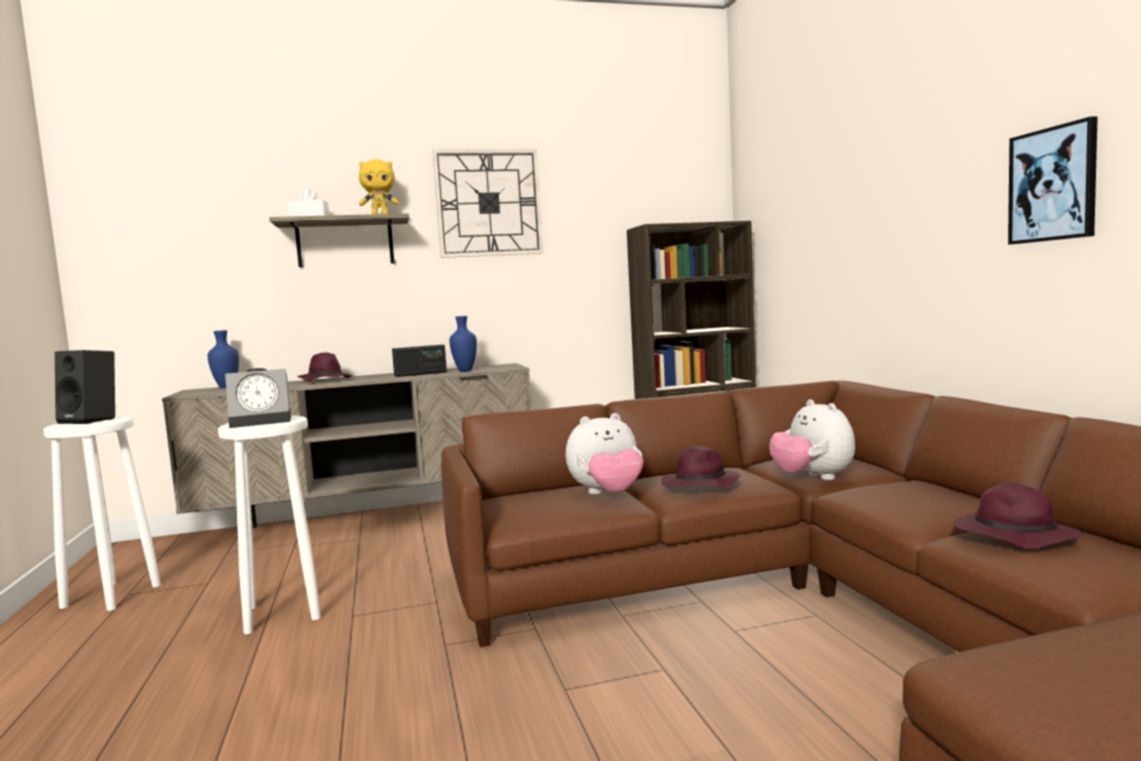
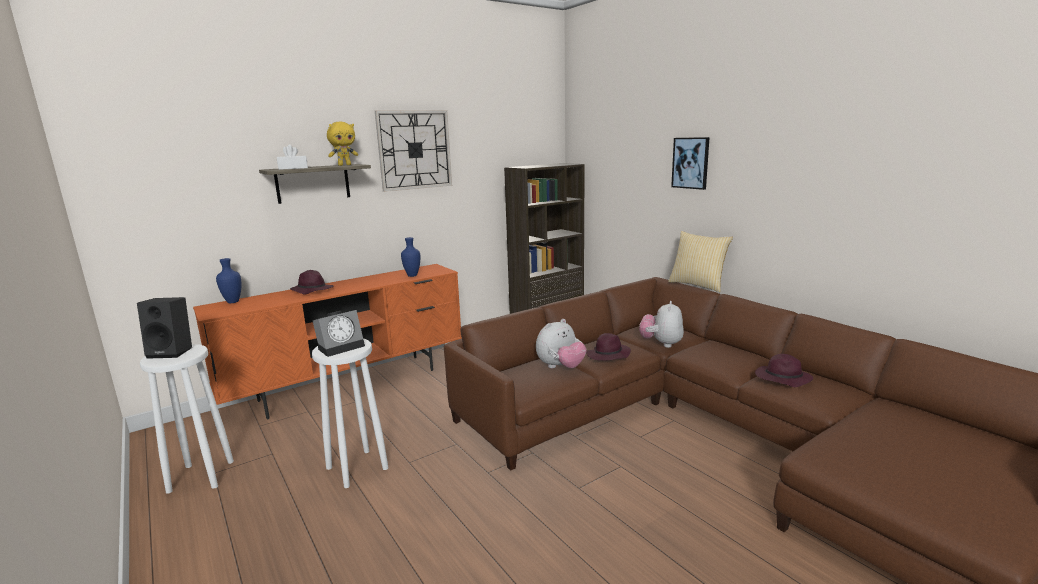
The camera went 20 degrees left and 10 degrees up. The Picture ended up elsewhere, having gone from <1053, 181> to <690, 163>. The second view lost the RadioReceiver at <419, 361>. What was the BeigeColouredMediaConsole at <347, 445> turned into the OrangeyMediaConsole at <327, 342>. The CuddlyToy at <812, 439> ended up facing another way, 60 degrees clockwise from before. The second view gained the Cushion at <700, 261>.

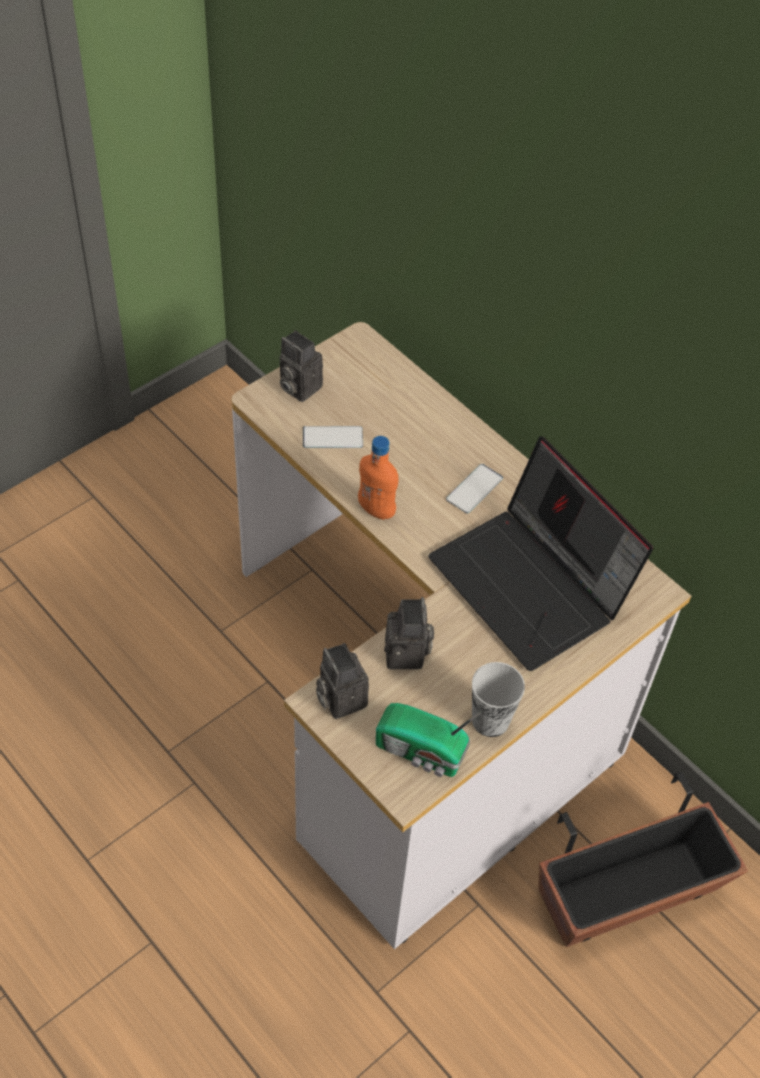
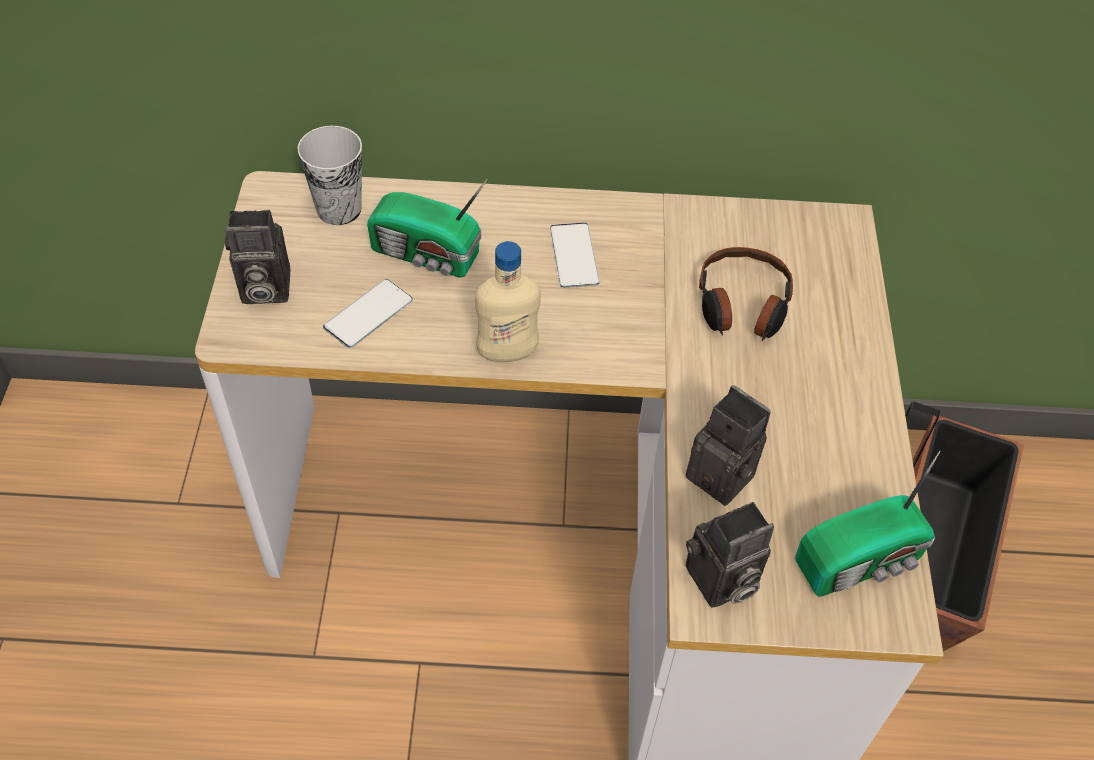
The camera went 45 degrees left and 0 degrees up. What was the OrangeyDrinkBottle at <378, 478> turned into the BeigeColouredDrinkBottle at <508, 301>. Where the PortableComputer stood at <540, 553>, the Headphones came to stand at <746, 294>. The PhotoCamera at <342, 681> ended up facing another way, 45 degrees counterclockwise from before. The Cup ended up elsewhere, having gone from <498, 699> to <330, 175>. The second view gained the RadioReceiver at <427, 228>.

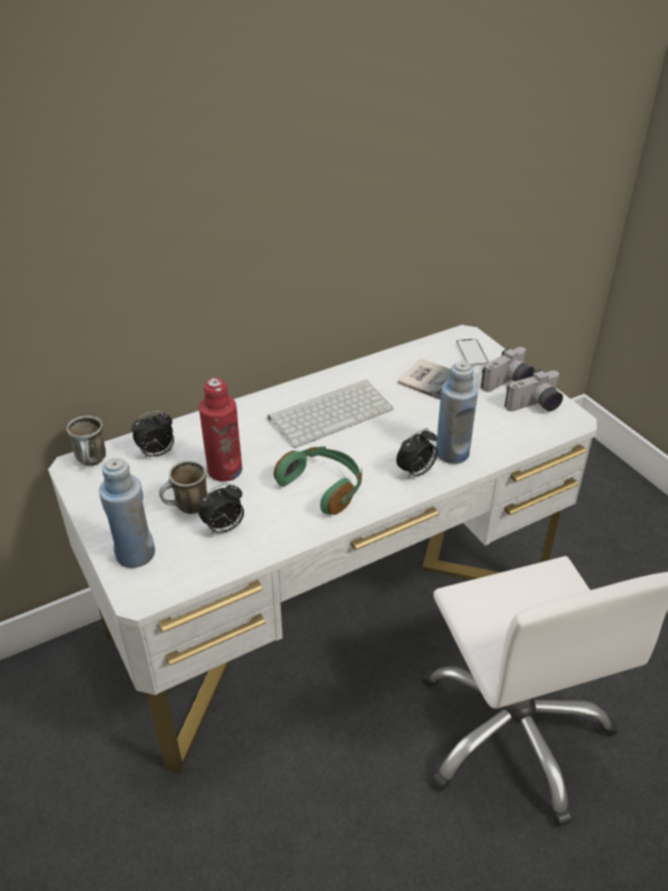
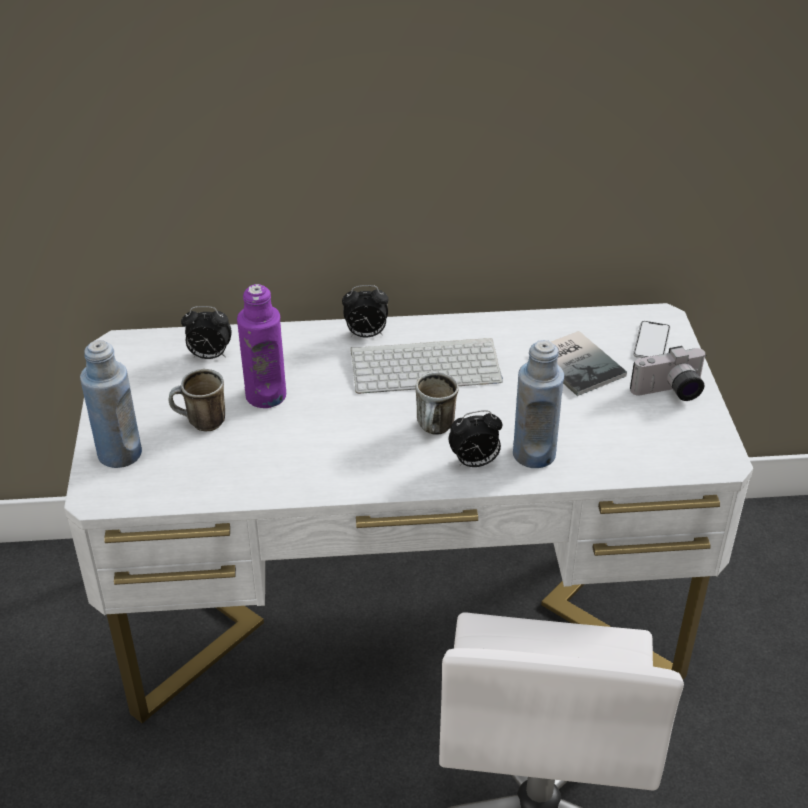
The camera went 25 degrees right and 0 degrees up. The second view lost the PhotoCamera at <534, 391>. What was the RedDrinkBottle at <220, 430> turned into the PurpleColouredDrinkBottle at <261, 346>. The Mug ended up elsewhere, having gone from <86, 441> to <437, 403>. The second view lost the GreenColouredHeadphones at <318, 480>. The AlarmClock ended up elsewhere, having gone from <221, 509> to <365, 311>.

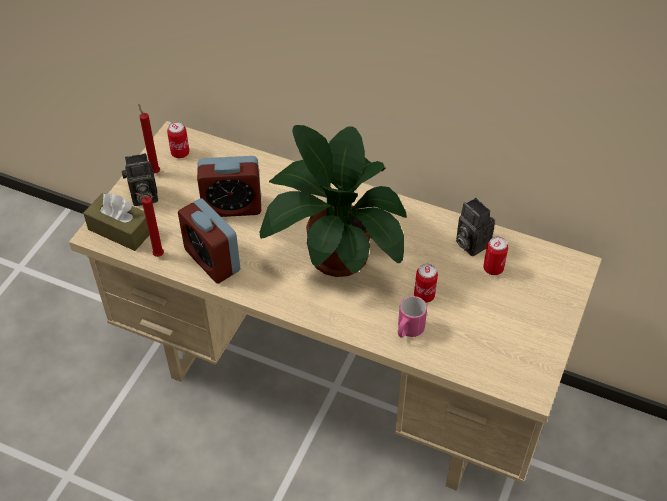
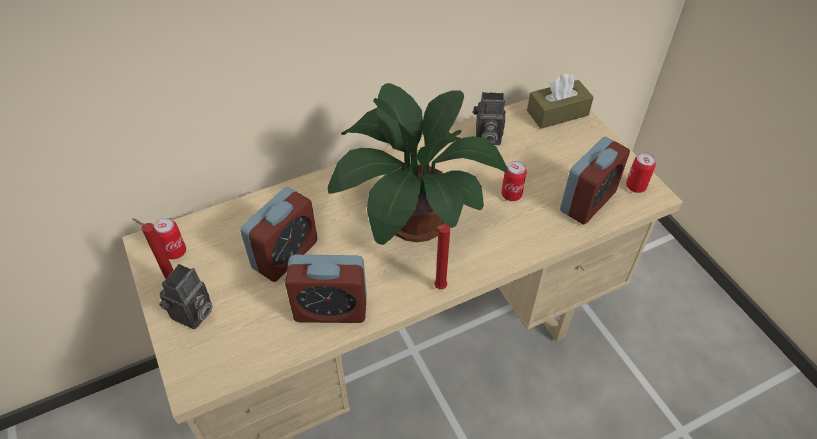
The camera went 50 degrees left and 0 degrees up. The BrownTissueBox ended up elsewhere, having gone from <116, 222> to <560, 101>. The RedWaxLight ended up elsewhere, having gone from <149, 225> to <442, 256>. The Can ended up elsewhere, having gone from <495, 255> to <641, 173>. The second view lost the PinkMug at <412, 317>. The second view gained the AlarmClock at <595, 181>.

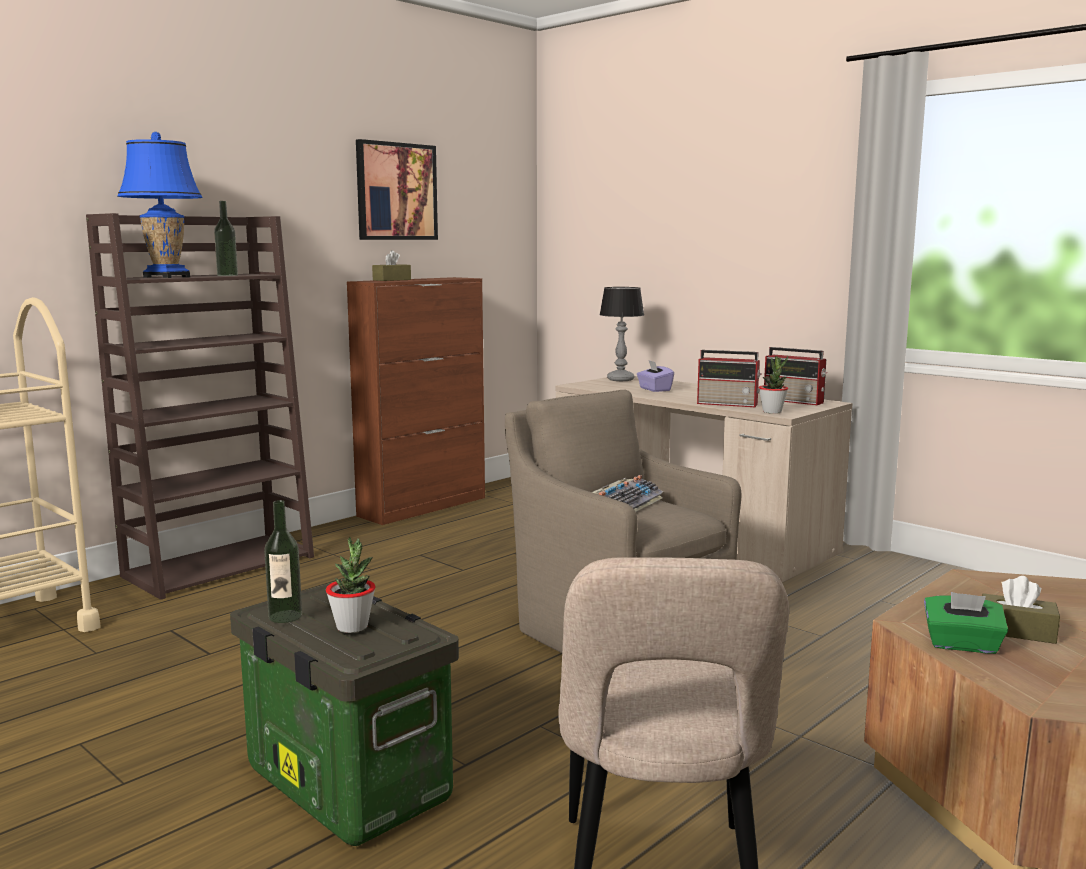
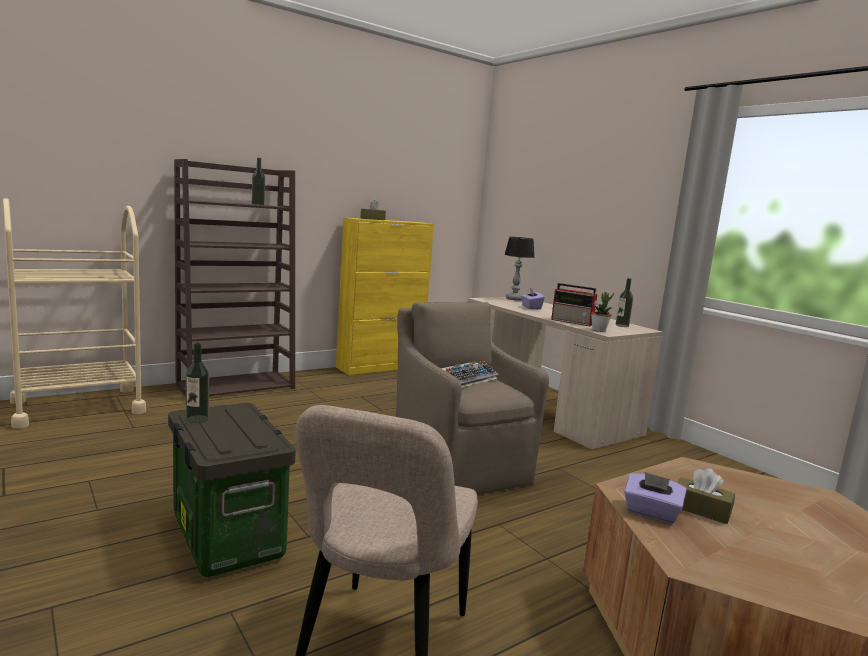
The camera went 10 degrees right and 0 degrees up. The second view lost the BlueColouredTabletopLamp at <160, 205>. The second view lost the Picture at <397, 189>. What was the BrownCabinet at <416, 401> turned into the YellowCabinet at <385, 296>. Where the RadioReceiver stood at <795, 376>, the DrinkBottle came to stand at <624, 302>. The second view lost the Houseplant at <350, 585>. What was the GreenColouredTissueBox at <966, 623> turned into the PurpleColouredTissueBox at <655, 498>.

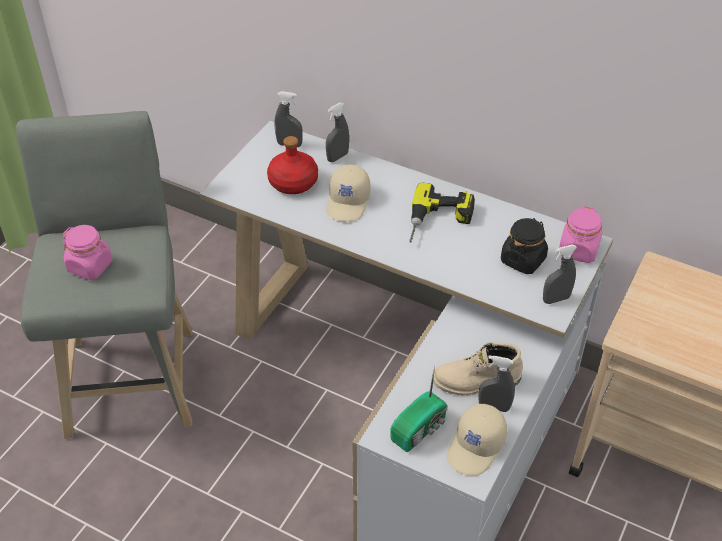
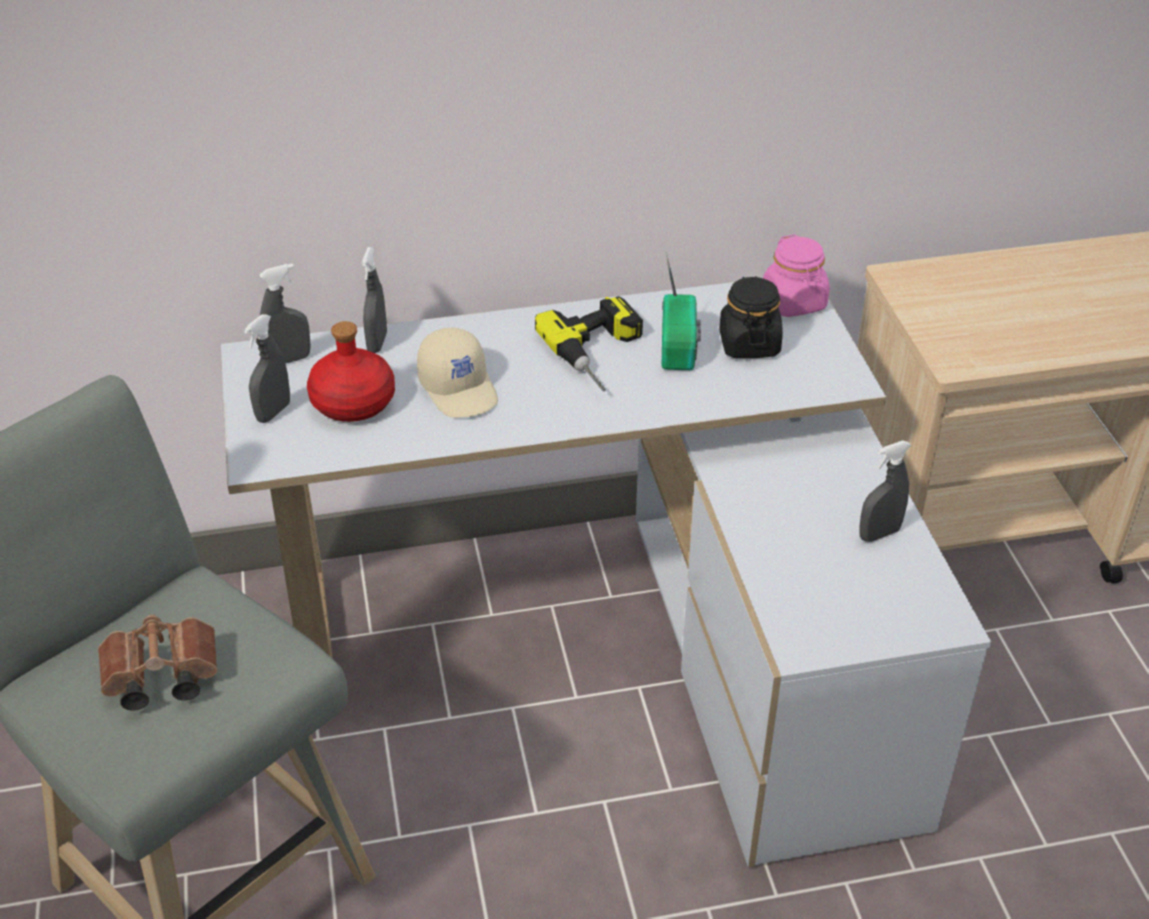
The camera went 40 degrees left and 5 degrees down. Where the PinkStorageJar stood at <87, 252>, the BrownBinoculars came to stand at <157, 662>. The GreyHandSprayer ended up elsewhere, having gone from <560, 274> to <266, 368>. The second view lost the BeigeColouredBoot at <477, 369>. The RadioReceiver ended up elsewhere, having gone from <419, 409> to <681, 311>. The second view lost the BeigeColouredPeakedCap at <477, 439>.

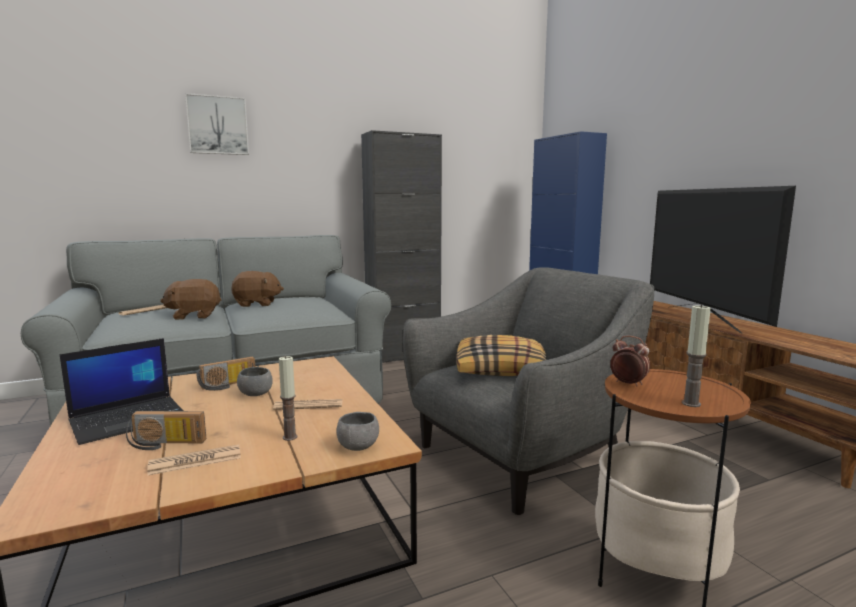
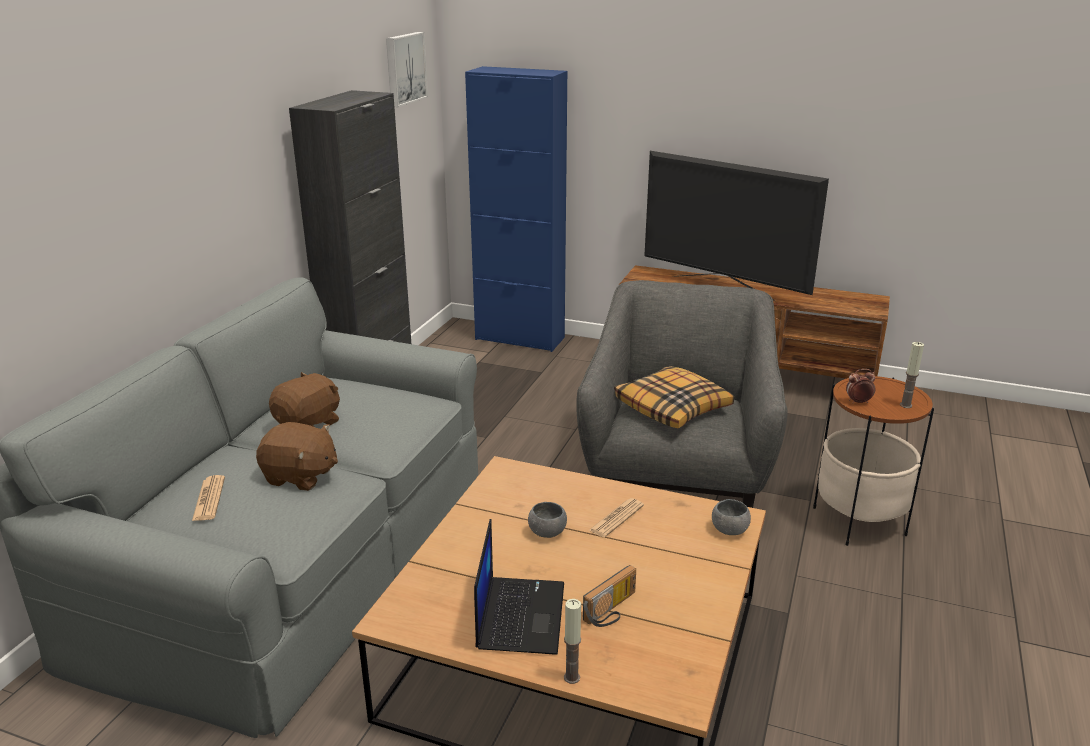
The camera went 45 degrees left and 15 degrees up. The Picture ended up elsewhere, having gone from <217, 124> to <407, 69>. The BrownCuddlyToy at <190, 299> ended up facing another way, 105 degrees counterclockwise from before. The WaxLight ended up elsewhere, having gone from <288, 398> to <572, 641>. The second view lost the RadioReceiver at <225, 373>. The second view lost the Newspaper at <194, 459>.

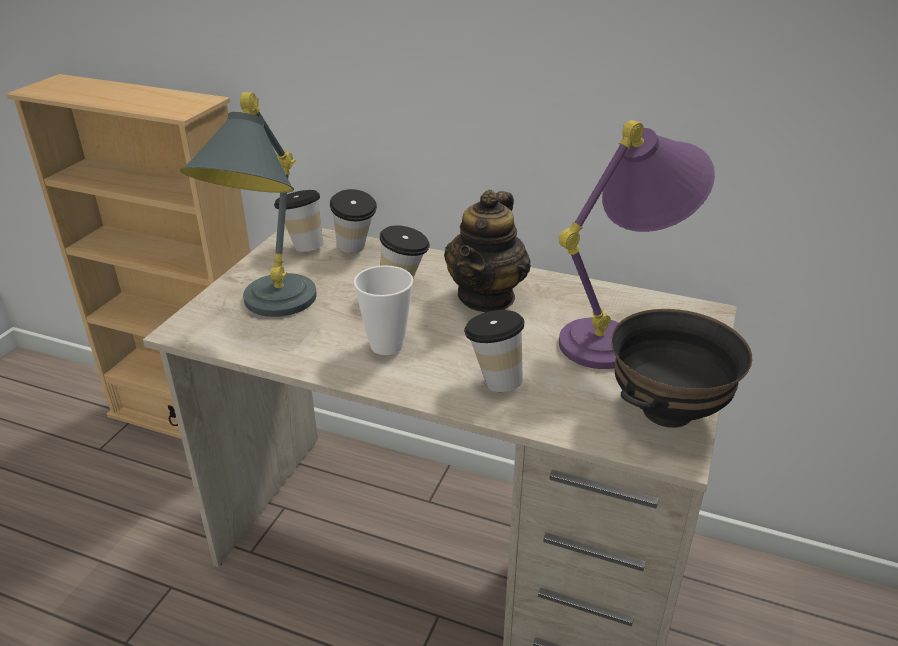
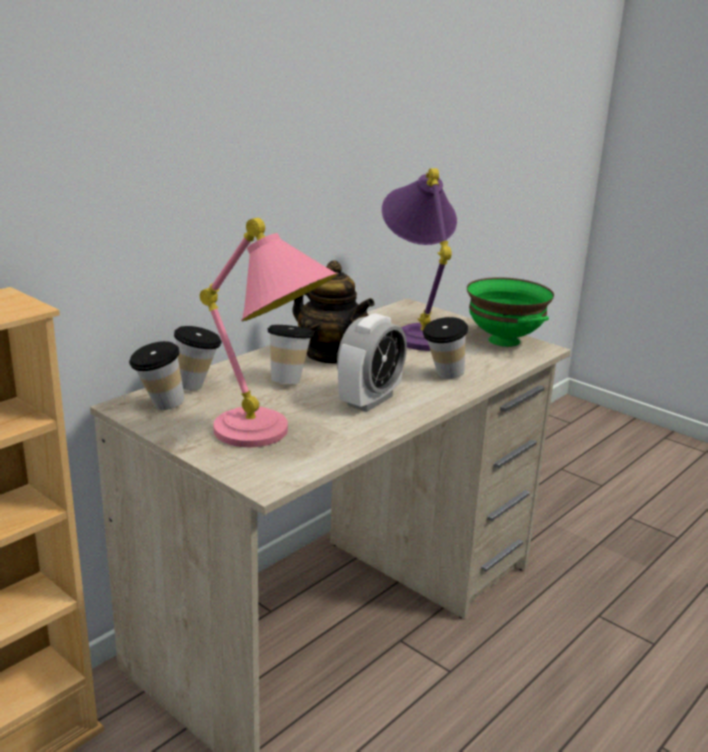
The camera went 70 degrees left and 10 degrees down. What was the GreyTabletopLamp at <248, 204> turned into the PinkTabletopLamp at <269, 332>. Where the Cup stood at <383, 310>, the AlarmClock came to stand at <372, 362>. What was the BlackishDeepDish at <681, 368> turned into the GreenColouredDeepDish at <510, 312>.

